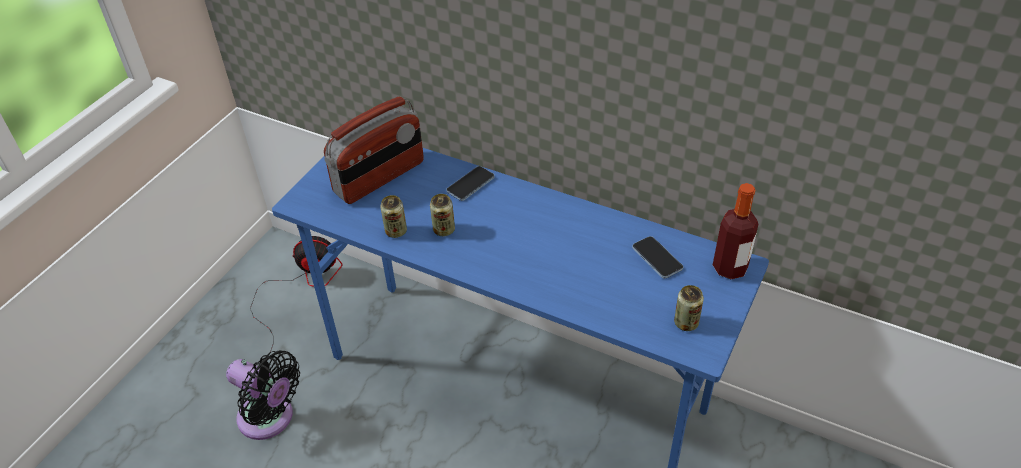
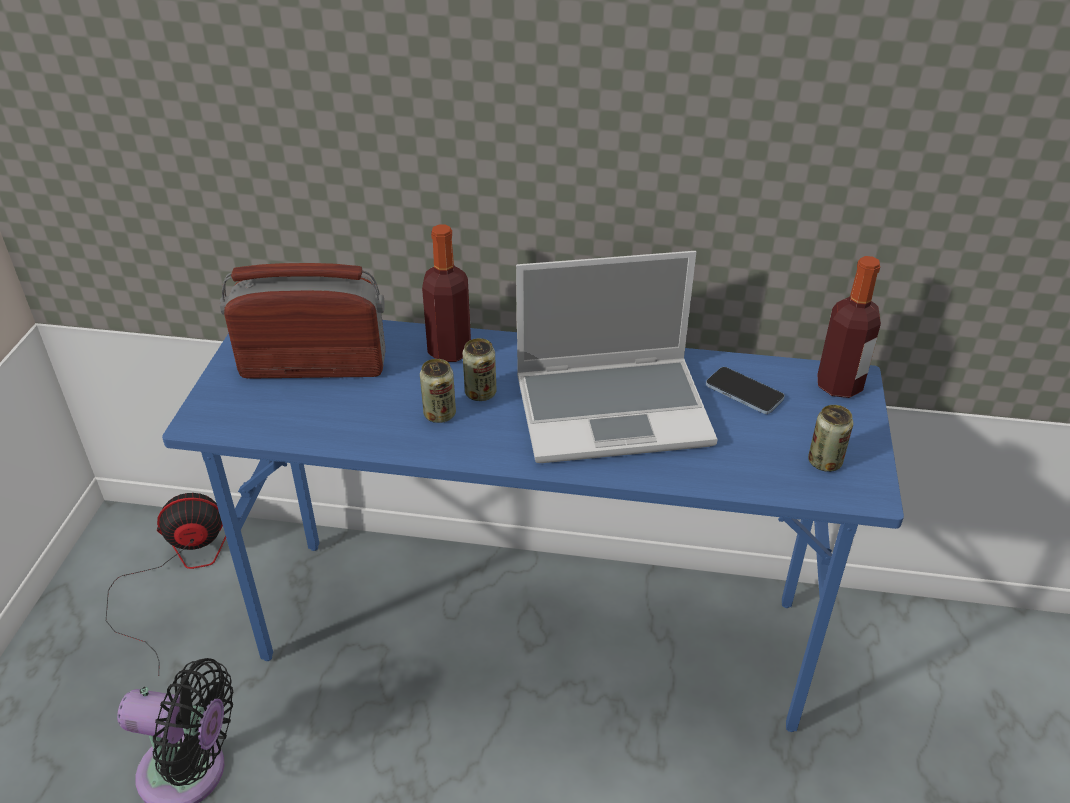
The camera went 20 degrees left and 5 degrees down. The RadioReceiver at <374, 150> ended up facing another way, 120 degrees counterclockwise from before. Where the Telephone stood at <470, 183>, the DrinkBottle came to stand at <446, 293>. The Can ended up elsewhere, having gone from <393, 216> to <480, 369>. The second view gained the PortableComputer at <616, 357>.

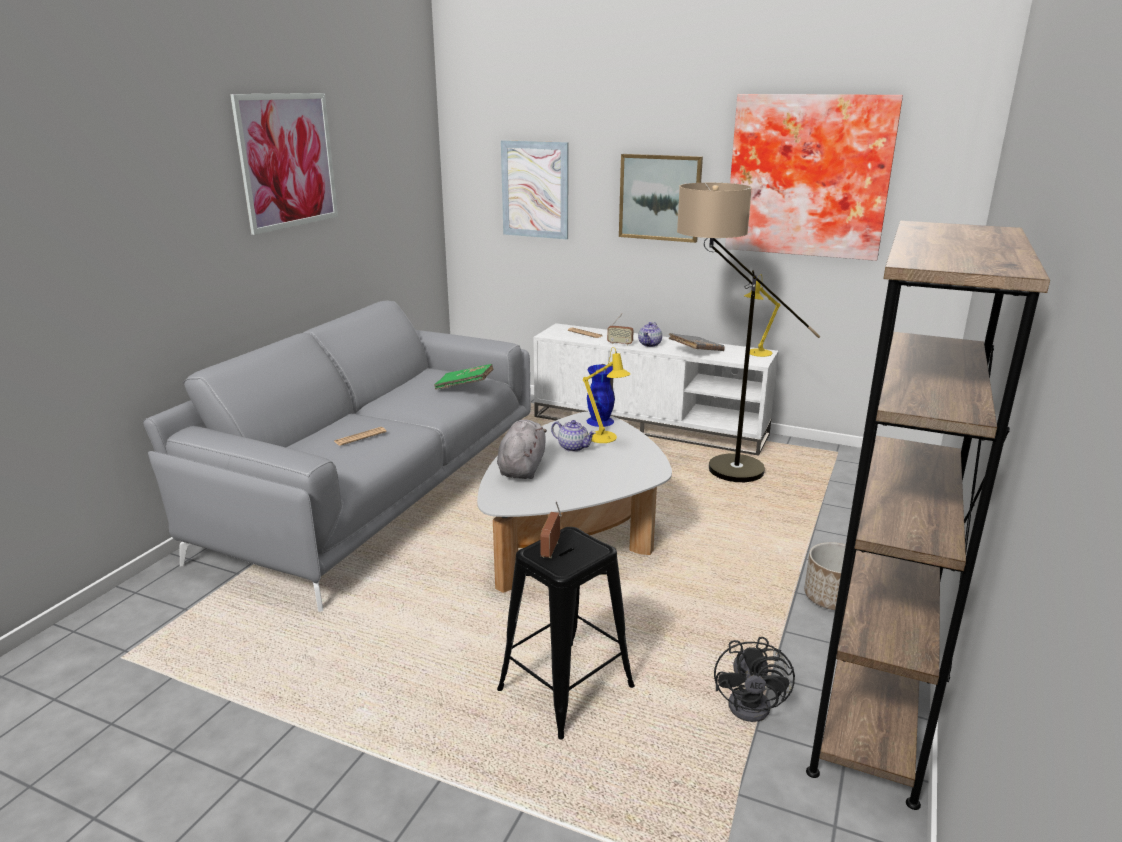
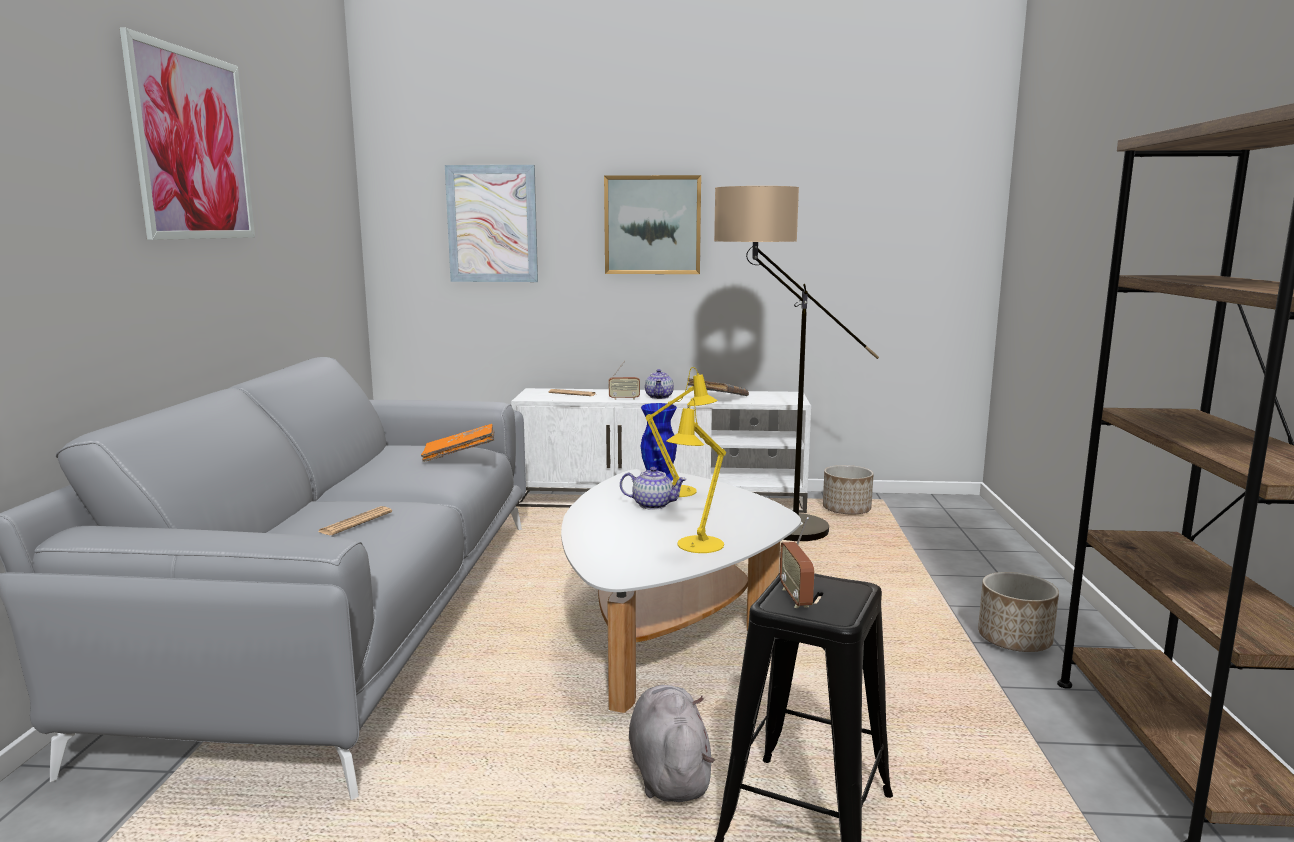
The camera went 20 degrees left and 10 degrees down. The second view lost the Picture at <814, 177>. The YellowTabletopLamp ended up elsewhere, having gone from <762, 315> to <696, 475>. What was the GreenColouredBook at <464, 377> turned into the OrangeyBook at <457, 443>. The GreyCuddlyToy ended up elsewhere, having gone from <522, 449> to <672, 743>. The second view lost the BlackishFan at <754, 679>. The second view gained the Planter at <848, 489>.

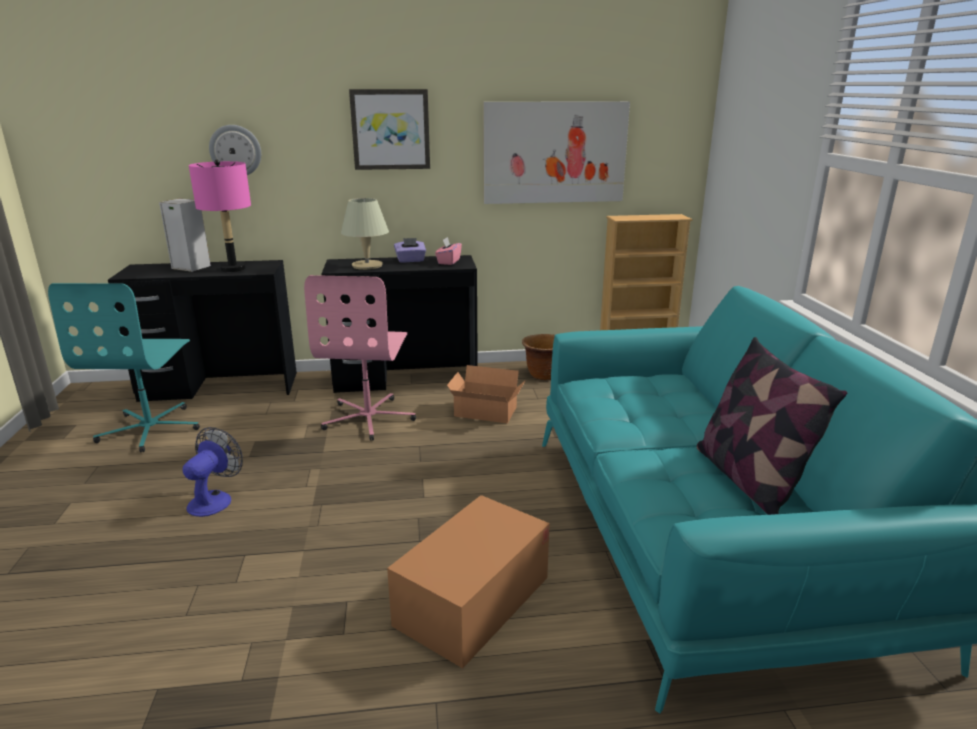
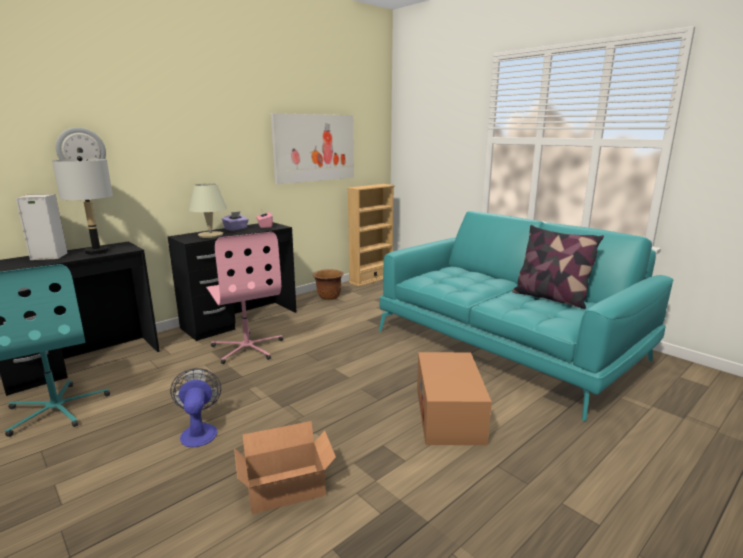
The camera went 35 degrees left and 5 degrees down. The second view lost the Picture at <389, 129>. What was the PinkTabletopLamp at <220, 216> turned into the GreyTabletopLamp at <82, 205>. The PackingBox ended up elsewhere, having gone from <486, 394> to <285, 467>.

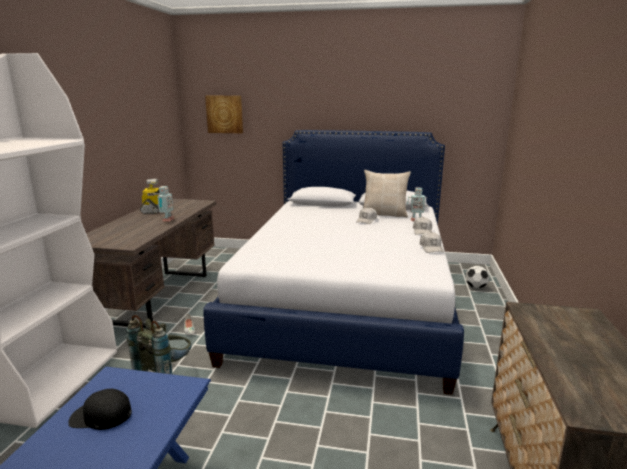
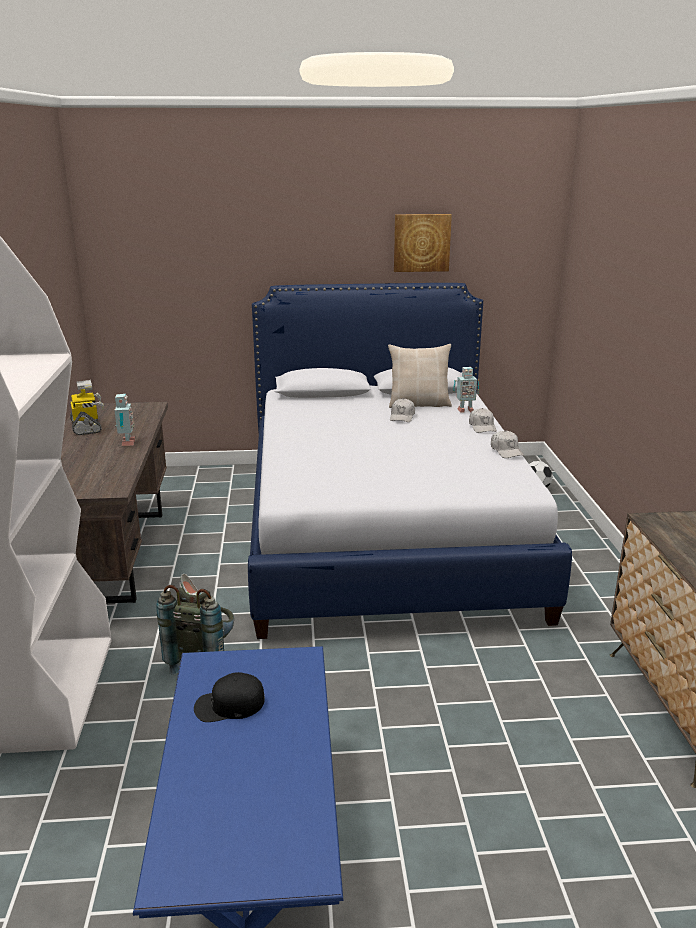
The camera went 15 degrees left and 5 degrees up. The Picture ended up elsewhere, having gone from <224, 114> to <423, 243>.

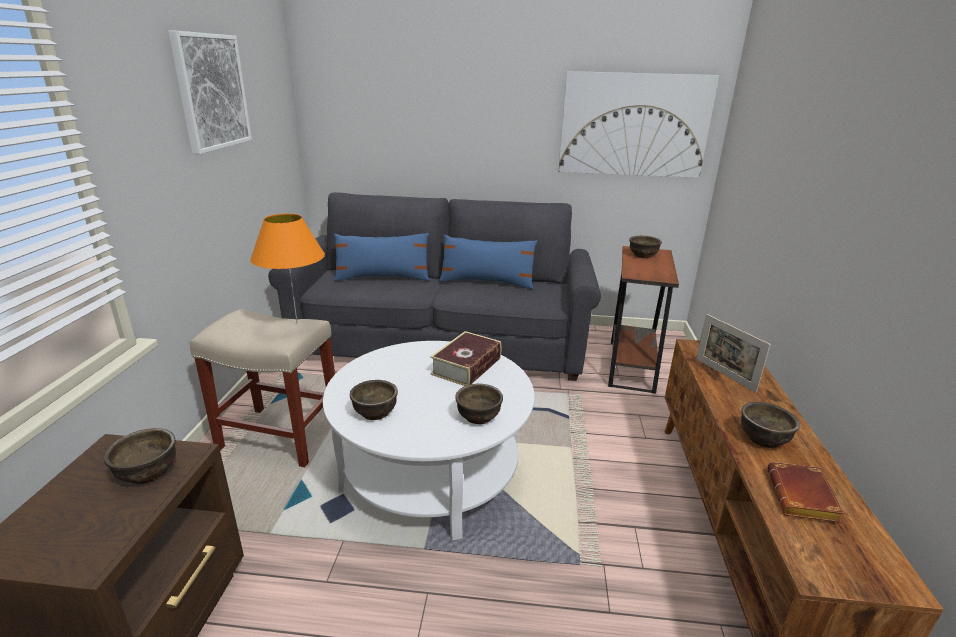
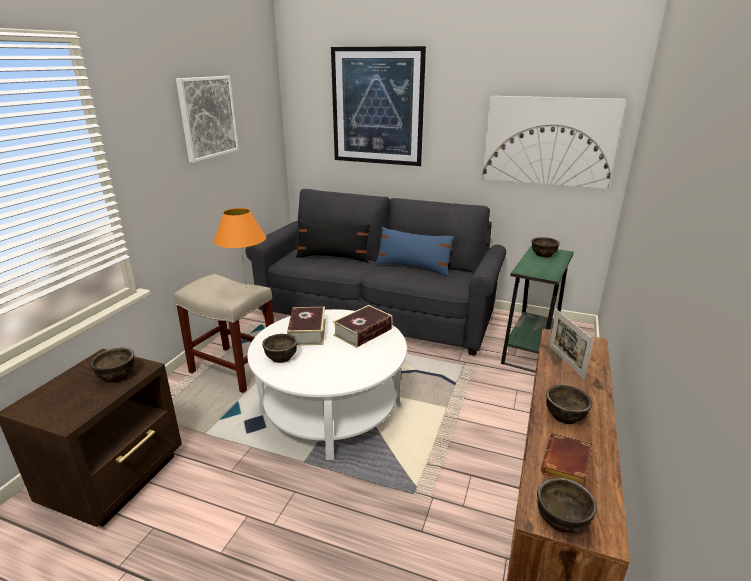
The camera went 15 degrees right and 0 degrees up. What was the BlueColouredCushion at <382, 257> turned into the BlackishCushion at <333, 241>. What was the BrownAccentTable at <643, 320> turned into the GreenColouredAccentTable at <537, 309>. The BrownDeepDish ended up elsewhere, having gone from <479, 404> to <567, 505>. The second view gained the Picture at <378, 106>. The second view gained the Book at <306, 326>.

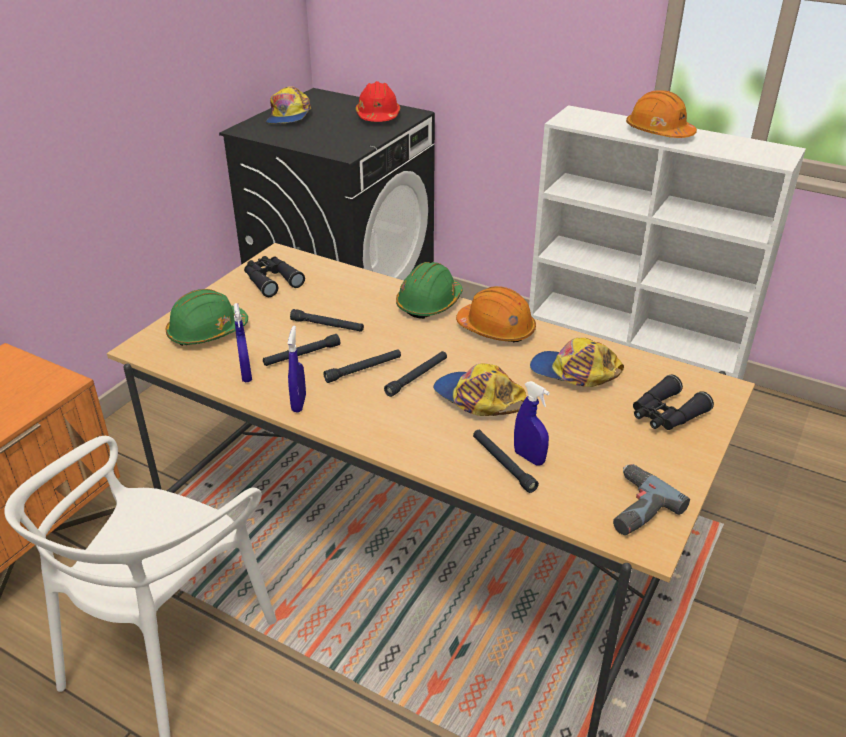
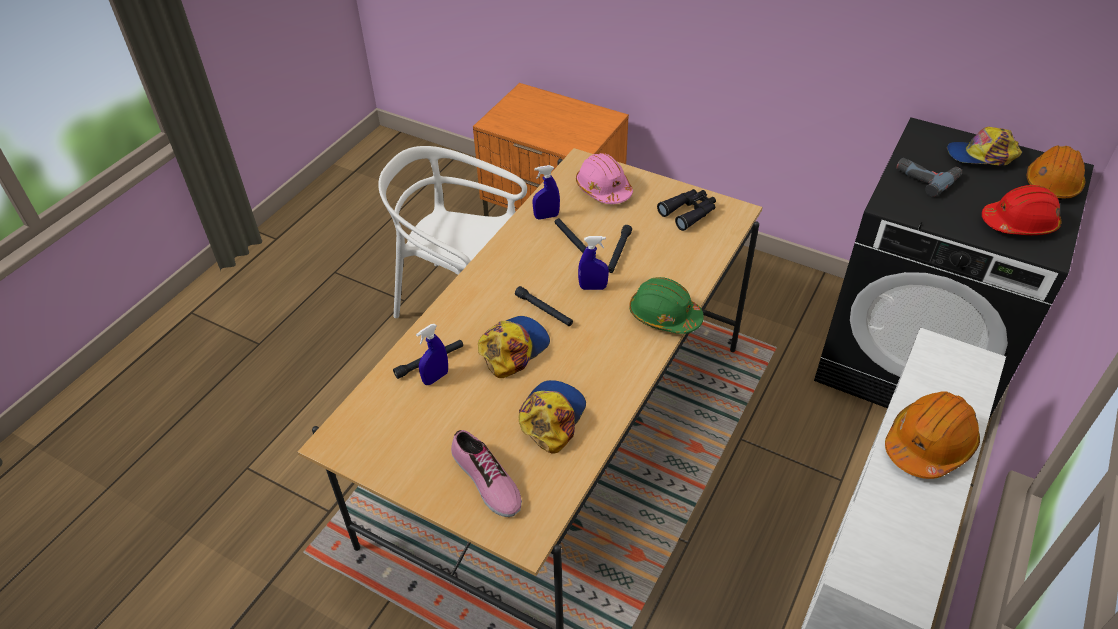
The camera went 90 degrees right and 10 degrees up. The OrangeySafetyHelmet ended up elsewhere, having gone from <496, 314> to <1056, 172>. What was the GreenColouredSafetyHelmet at <207, 317> turned into the PinkSafetyHelmet at <604, 178>. The BlueColouredHandSprayer ended up elsewhere, having gone from <296, 369> to <593, 263>. The second view lost the BlackishFlashlight at <362, 366>. Where the BlackishBinoculars stood at <673, 402>, the Shoe came to stand at <486, 473>. The Drill ended up elsewhere, having gone from <651, 499> to <929, 177>.

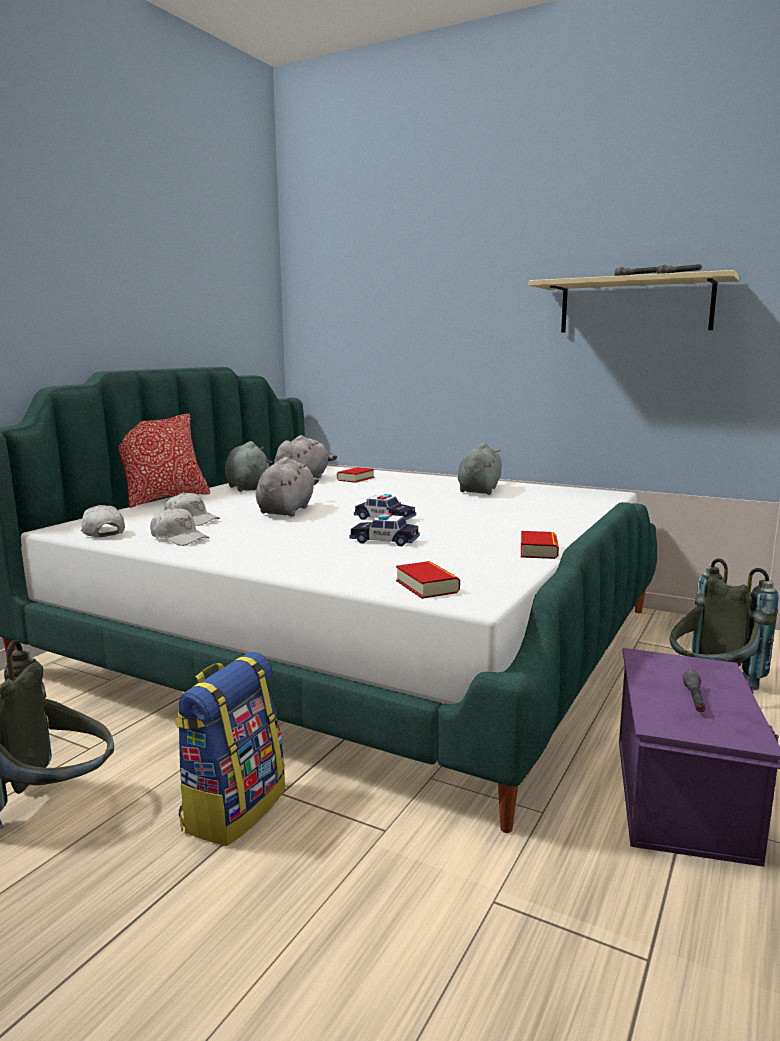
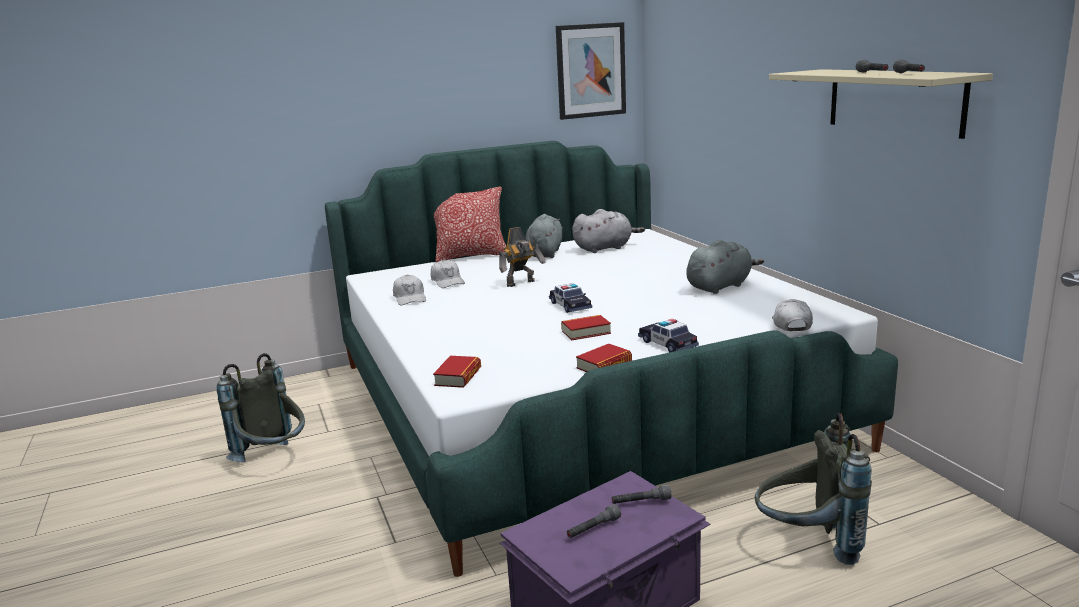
The camera went 40 degrees right and 5 degrees up. Where the GreyCuddlyToy stood at <287, 486>, the ModelRobot came to stand at <522, 257>. The Book ended up elsewhere, having gone from <356, 475> to <586, 327>. The WhitishPeakedCap ended up elsewhere, having gone from <103, 521> to <792, 315>. The ModelCar ended up elsewhere, having gone from <385, 529> to <668, 335>. The second view lost the Rucksack at <229, 749>. The second view gained the Picture at <591, 71>. The second view gained the GreyFlashlight at <641, 494>.

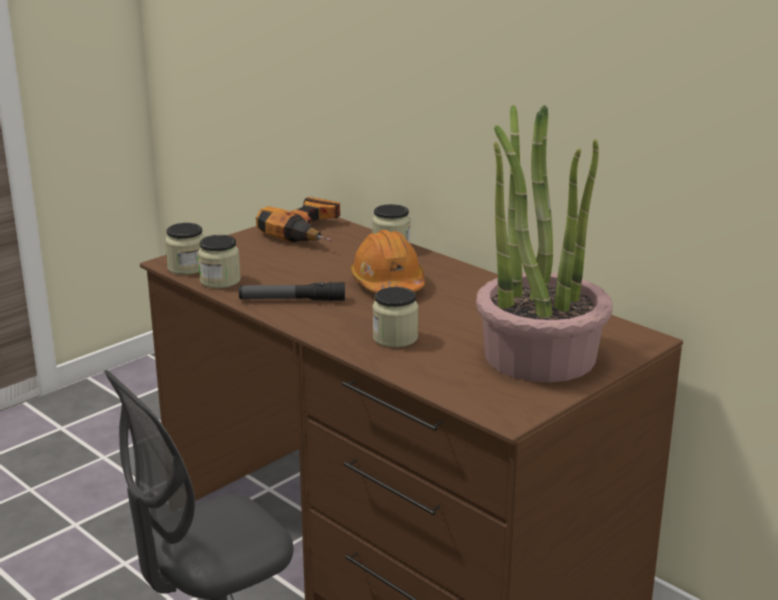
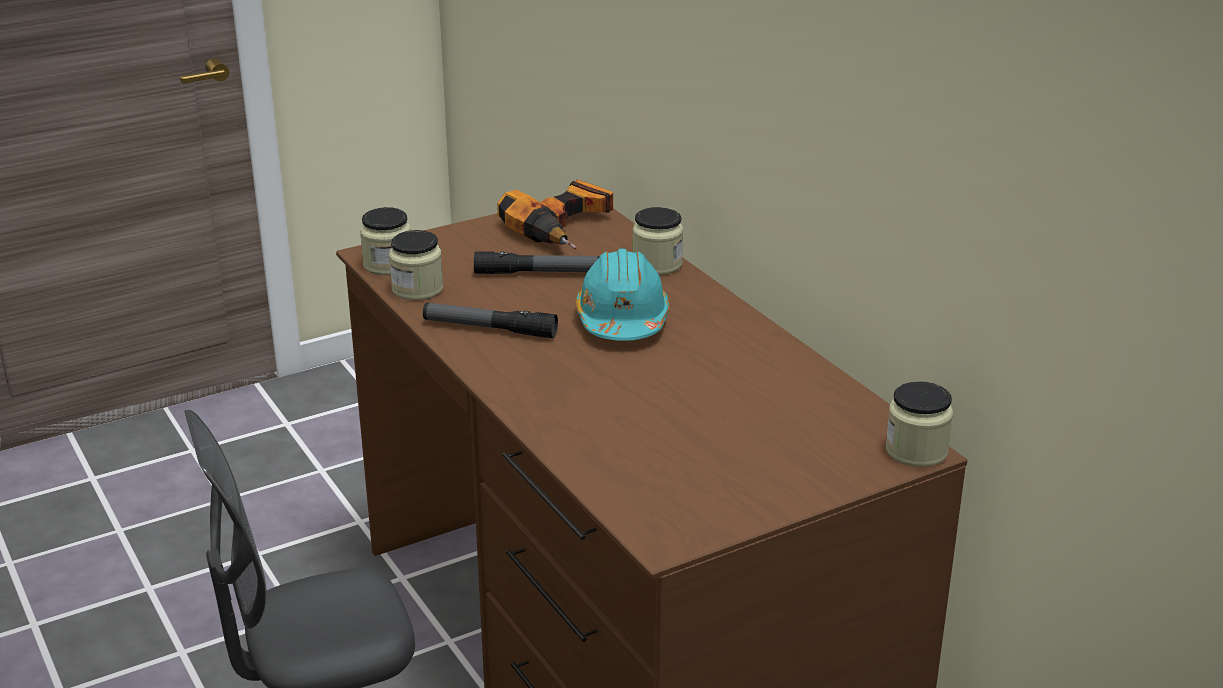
The camera went 15 degrees right and 5 degrees up. The second view lost the Houseplant at <544, 243>. What was the OrangeySafetyHelmet at <387, 261> turned into the BlueGreenSafetyHelmet at <622, 294>. The StorageJar ended up elsewhere, having gone from <395, 317> to <919, 424>. The second view gained the Flashlight at <537, 262>.

